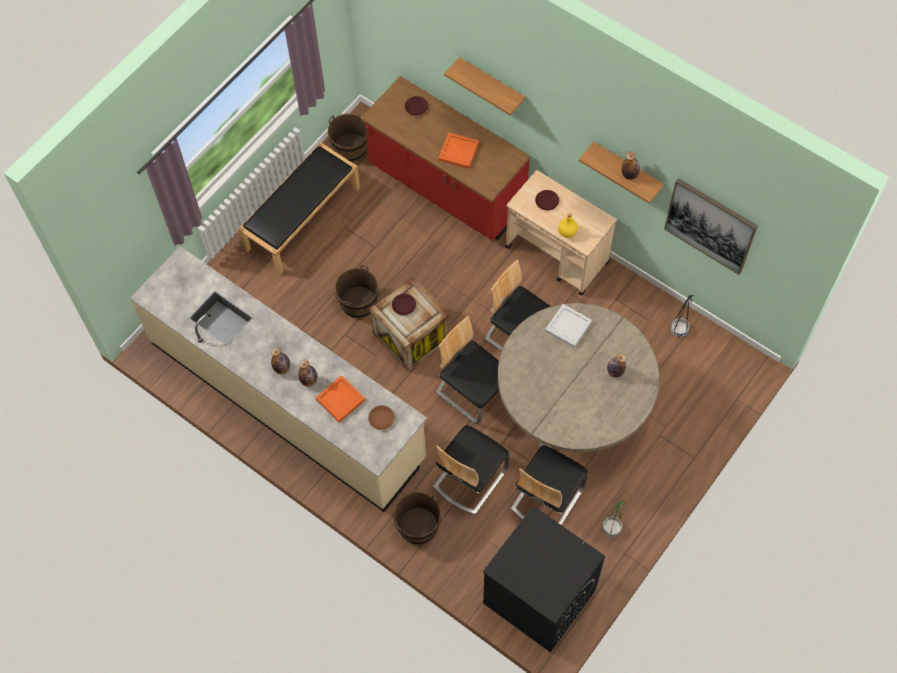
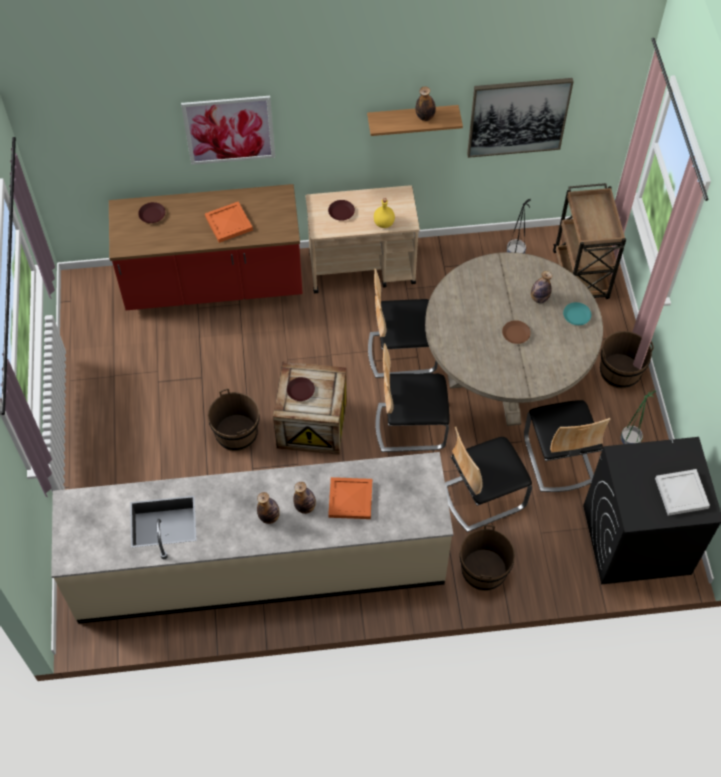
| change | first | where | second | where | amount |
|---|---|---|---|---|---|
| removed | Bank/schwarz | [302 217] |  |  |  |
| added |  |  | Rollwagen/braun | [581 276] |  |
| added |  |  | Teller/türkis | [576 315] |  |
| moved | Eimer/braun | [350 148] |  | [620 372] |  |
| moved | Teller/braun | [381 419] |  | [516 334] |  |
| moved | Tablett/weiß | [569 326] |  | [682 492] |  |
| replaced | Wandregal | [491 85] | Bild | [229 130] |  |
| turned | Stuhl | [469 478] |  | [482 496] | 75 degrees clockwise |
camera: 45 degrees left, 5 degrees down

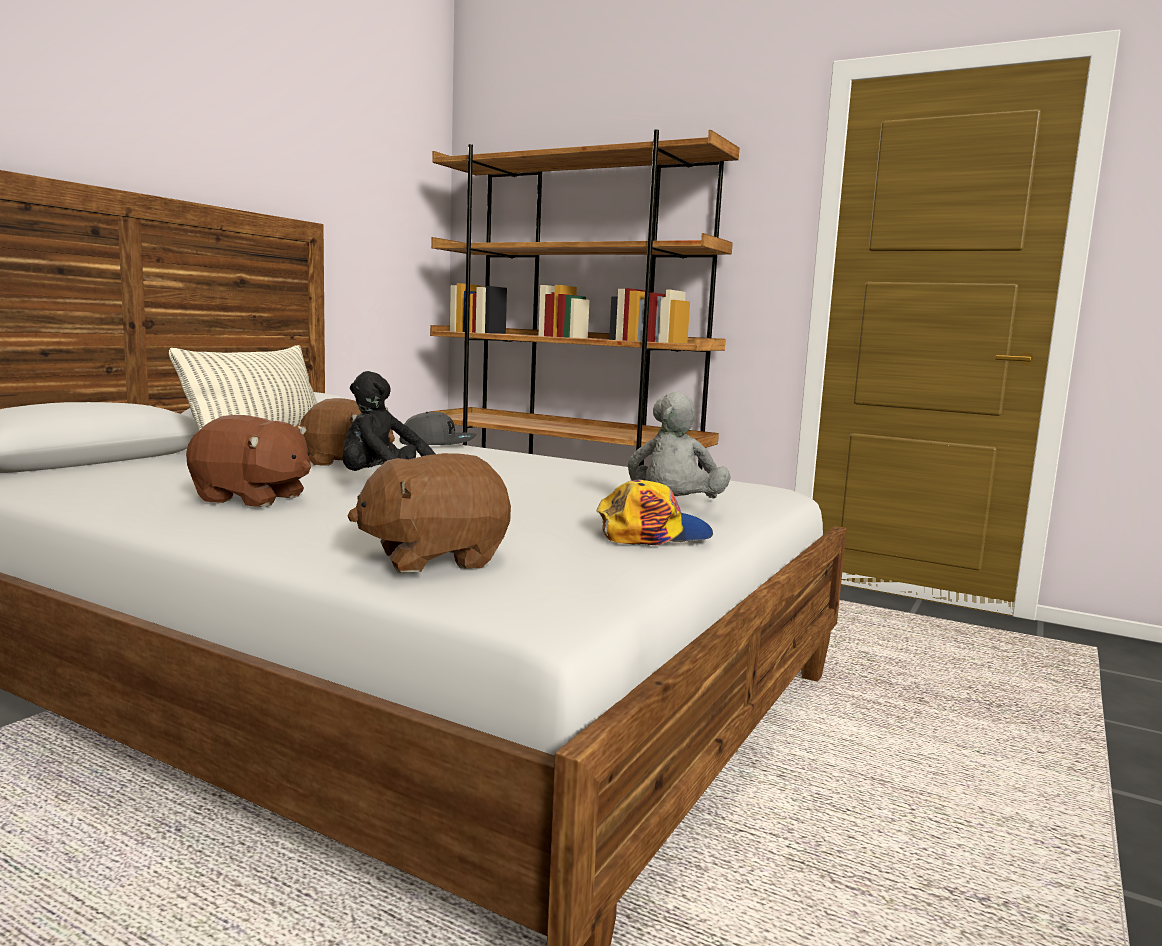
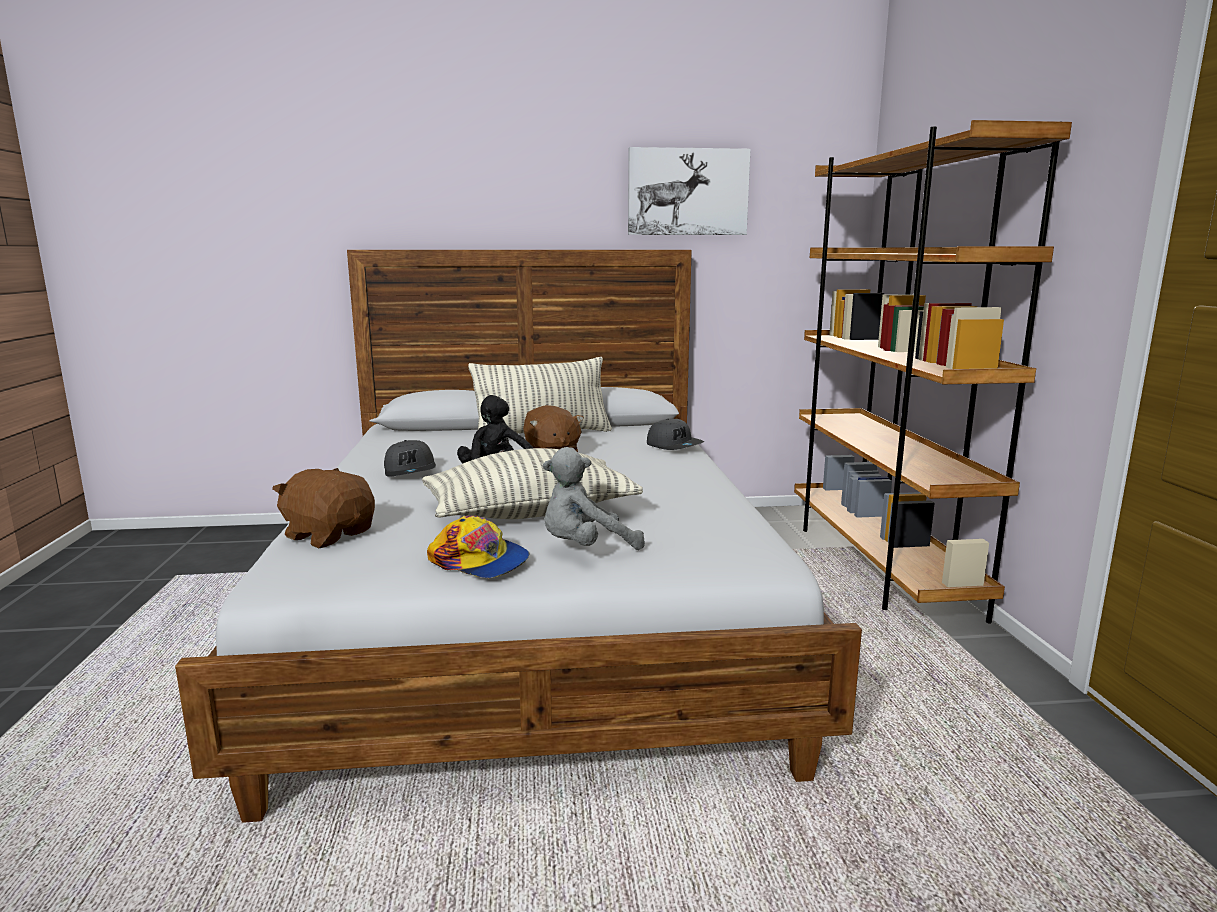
| change | first | where | second | where | amount |
|---|---|---|---|---|---|
| added |  |  | Kissen | [530 513] |  |
| added |  |  | Bild | [687 192] |  |
| replaced | Plüschtier/braun | [252 498] | Kappe/grau | [411 471] |  |
camera: 55 degrees right, 5 degrees up

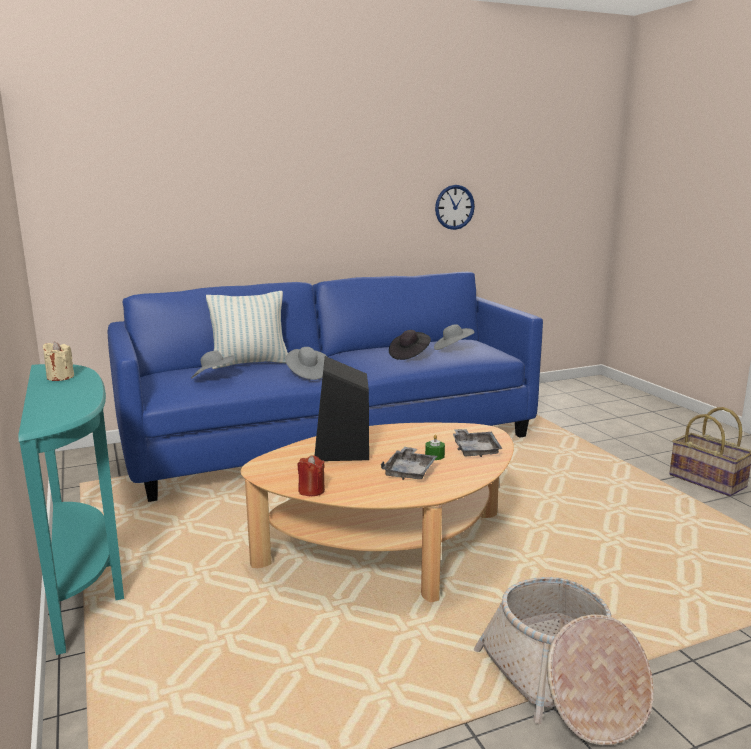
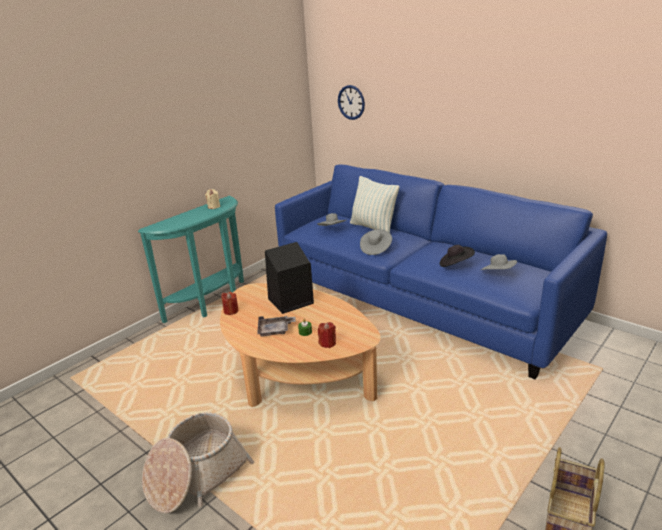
| change | first | where | second | where | amount |
|---|---|---|---|---|---|
| moved | Wanduhr | [454 207] |  | [351 102] |  |
| replaced | Tablett/grau | [475 450] | Kerze/rot | [327 343] |  |
camera: 65 degrees right, 10 degrees up

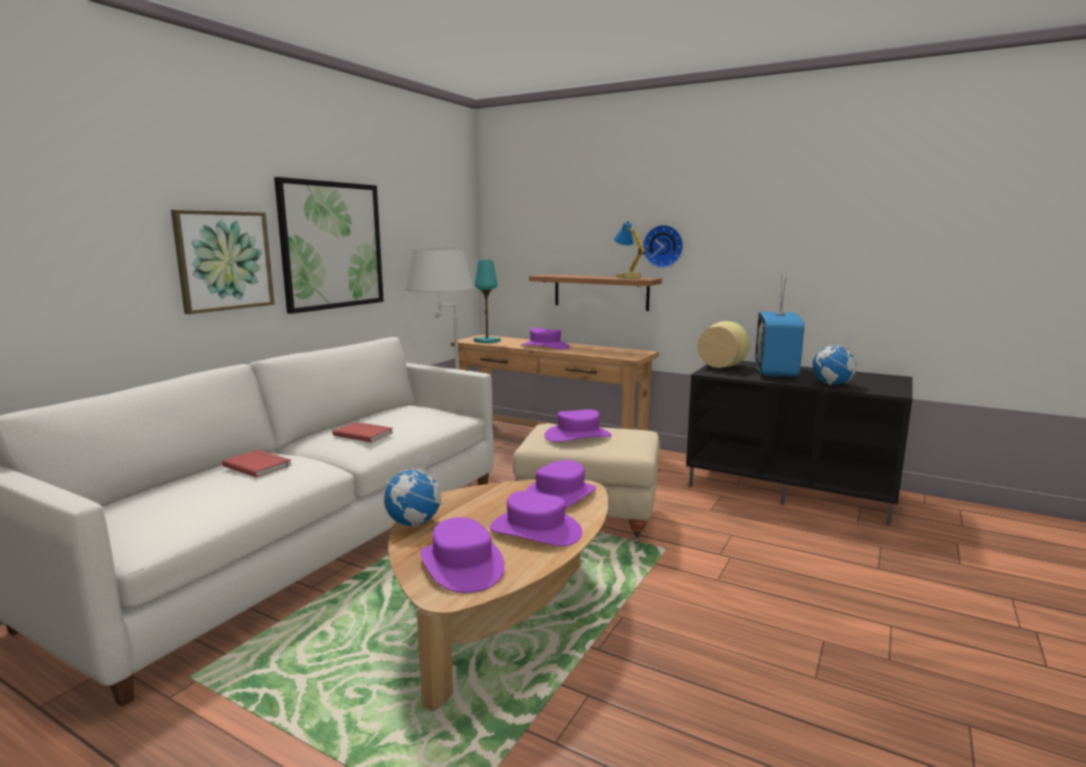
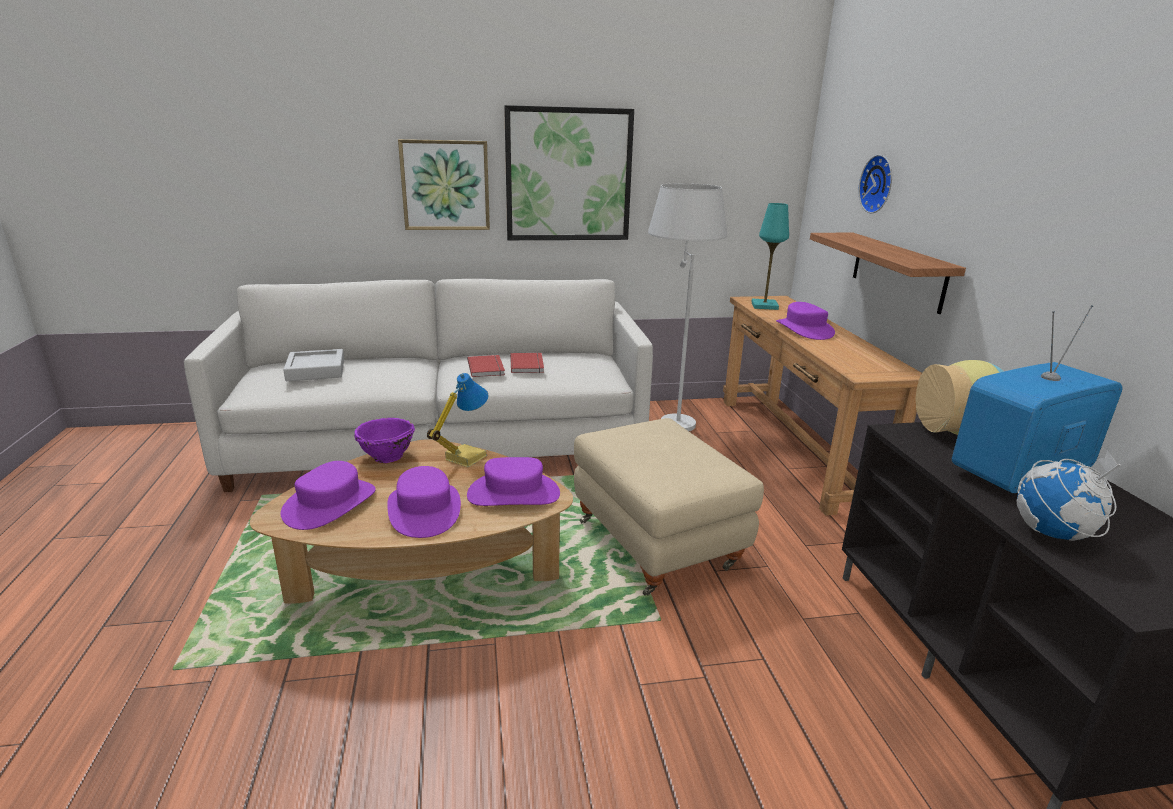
| change | first | where | second | where | amount |
|---|---|---|---|---|---|
| removed | Hut/lila | [578 436] |  |  |  |
| added |  |  | Tablett/grau | [316 370] |  |
| moved | Buch/rot | [259 465] |  | [528 364] |  |
| moved | Tischlampe | [627 278] |  | [464 457] |  |
| moved | Wanduhr | [663 246] |  | [879 184] |  |
| replaced | Globus | [415 523] | Schüssel/lila | [386 457] |  |
camera: 50 degrees right, 10 degrees up

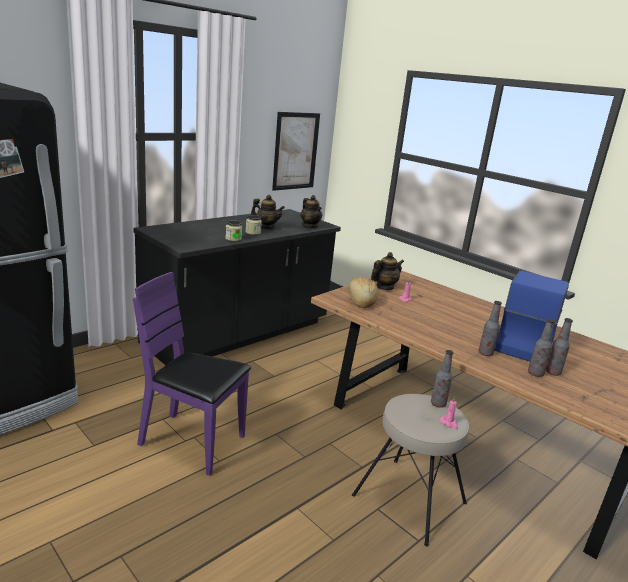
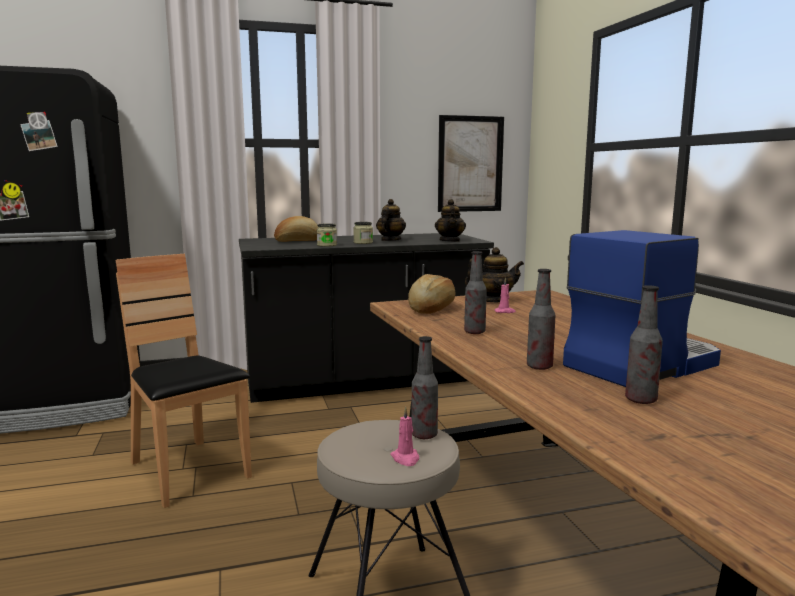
| change | first | where | second | where | amount |
|---|---|---|---|---|---|
| added |  |  | Brot | [298 241] |  |
| moved | Flasche | [535 374] |  | [474 332] |  |
| recoloured | Stuhl/lila | [192 442] | Stuhl/braun | [188 471] |  |
| turned | Teekanne | [266 227] |  | [390 240] | 120 degrees counterclockwise |
camera: 30 degrees right, 10 degrees down

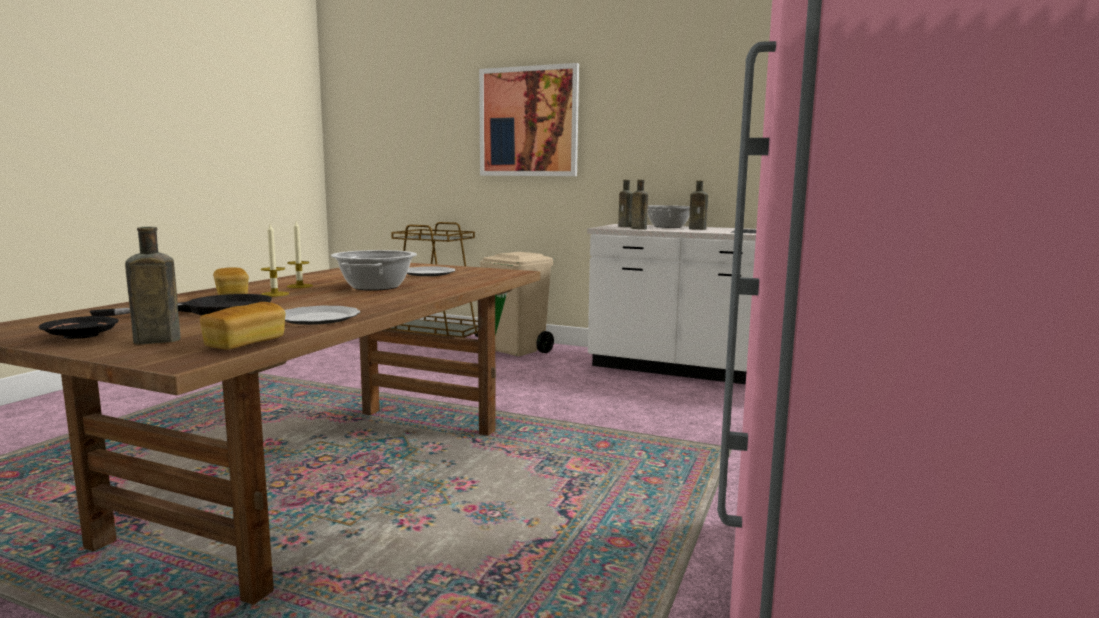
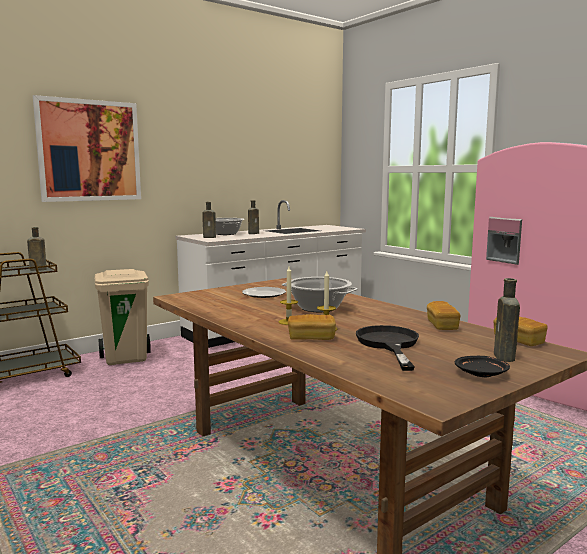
| change | first | where | second | where | amount |
|---|---|---|---|---|---|
| moved | Flasche/braun | [637 228] |  | [37 269] |  |
| replaced | Teller | [317 318] | Brot | [442 326] |  |
camera: 60 degrees left, 0 degrees up

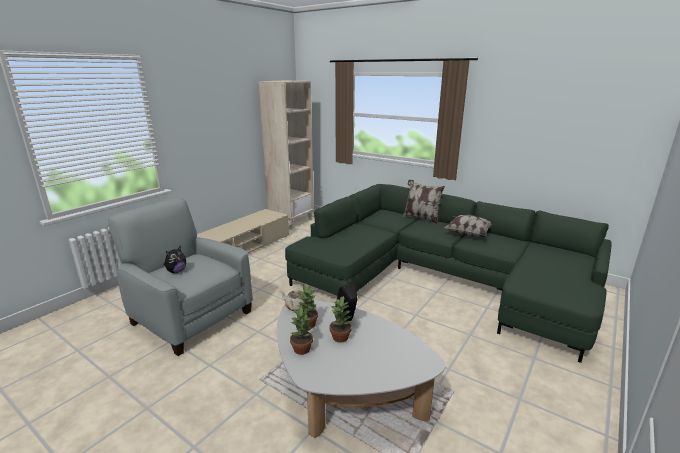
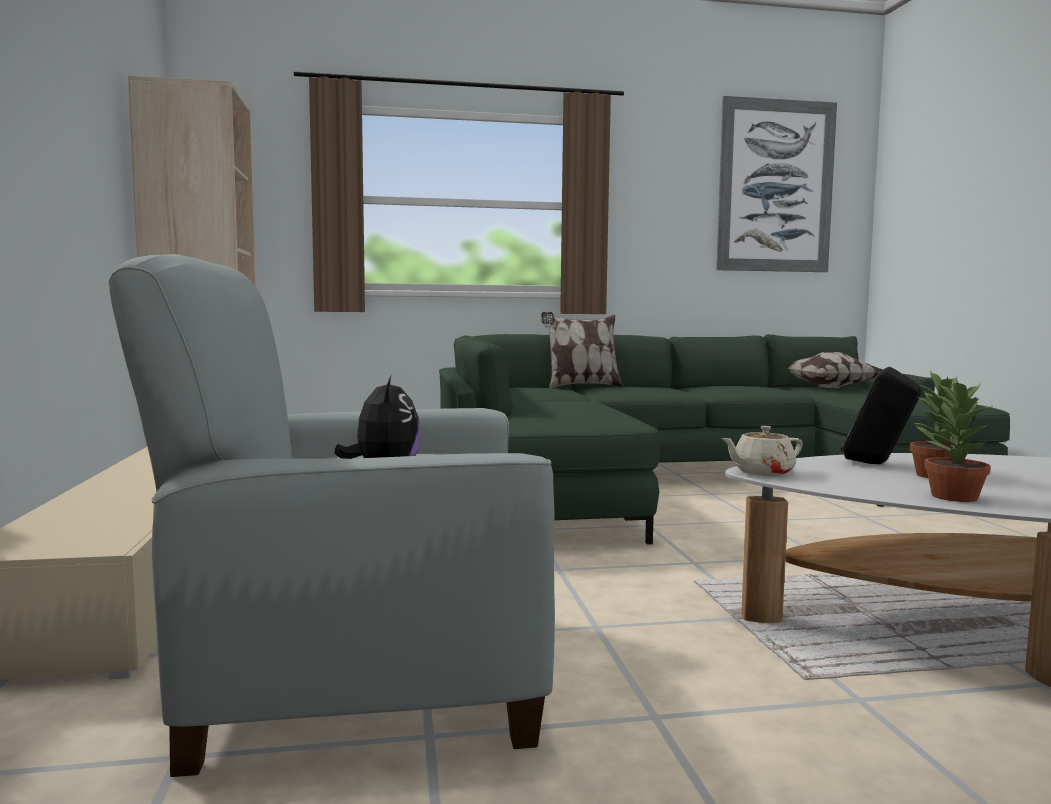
| change | first | where | second | where | amount |
|---|---|---|---|---|---|
| removed | Topfpflanze | [308 324] |  |  |  |
| added |  |  | Bild | [775 186] |  |
| moved | Kissen | [468 234] |  | [827 388] |  |
camera: 45 degrees left, 15 degrees down

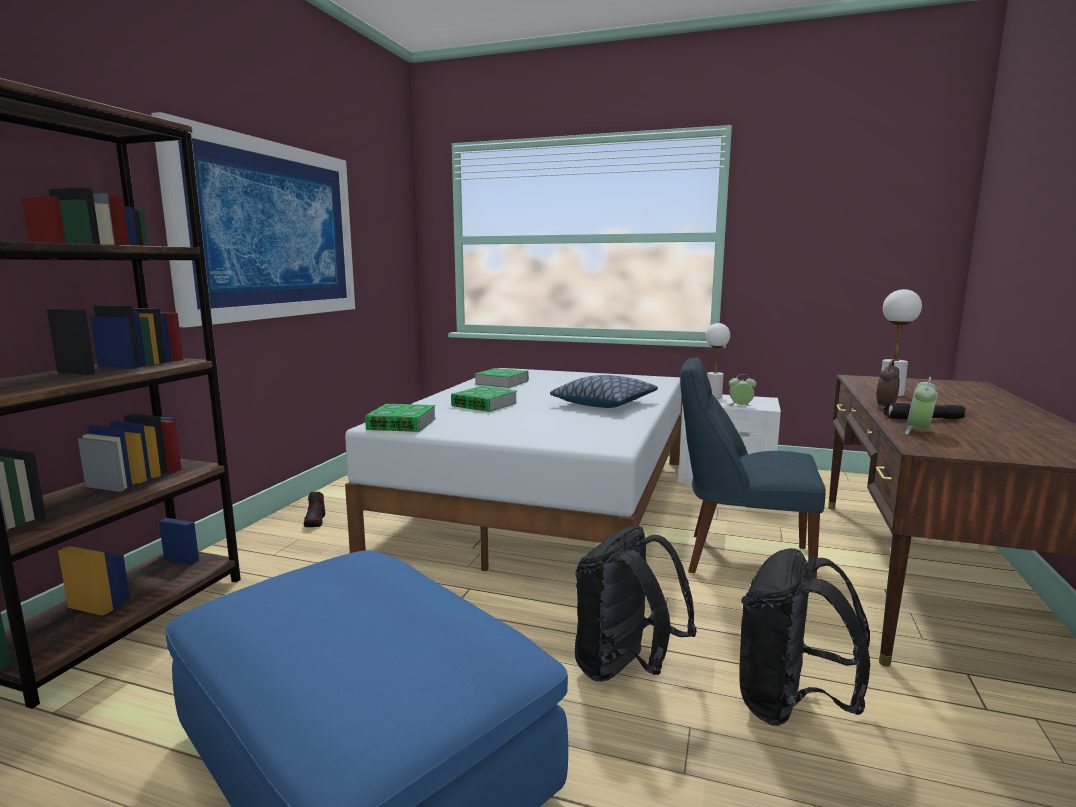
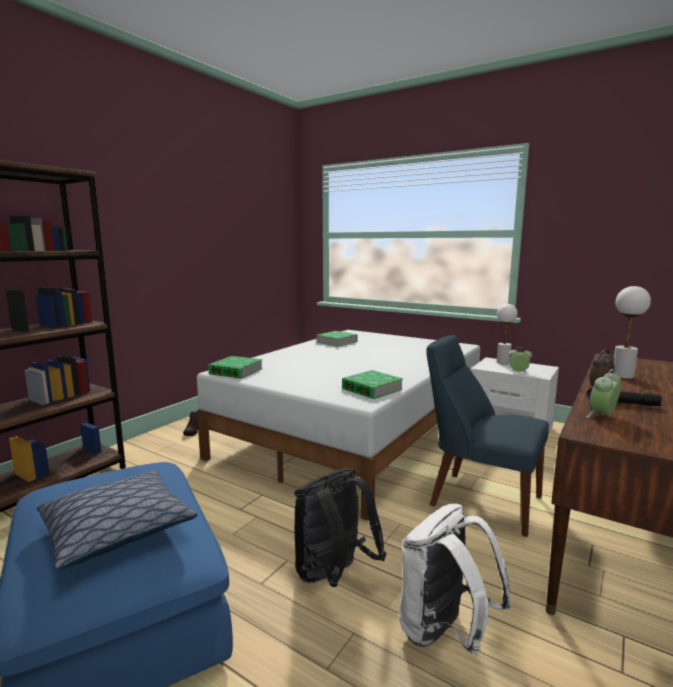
| change | first | where | second | where | amount |
|---|---|---|---|---|---|
| removed | Bild | [270 231] |  |  |  |
| moved | Buch | [484 404] |  | [372 389] |  |
| moved | Kissen | [603 403] |  | [117 529] |  |
| recoloured | Rucksack/schwarz | [790 706] | Rucksack/weiß | [444 632] |  |
camera: 15 degrees right, 0 degrees up

